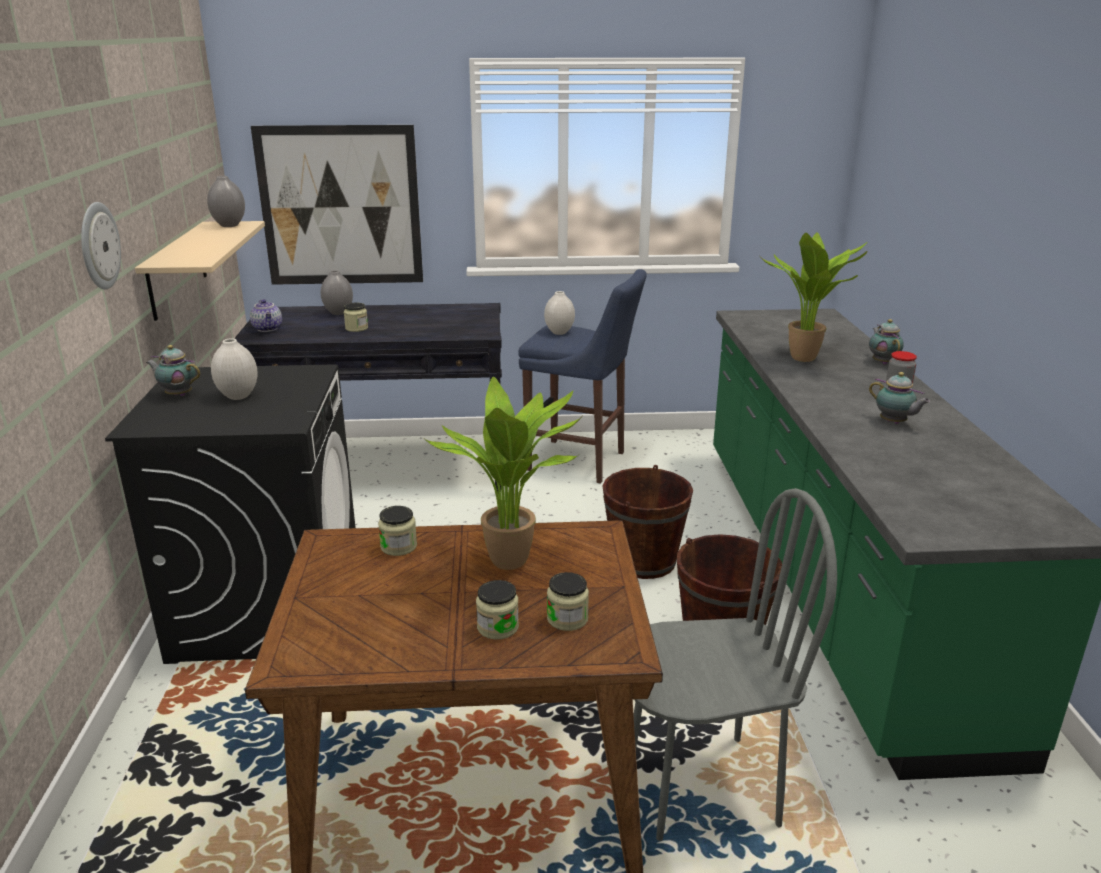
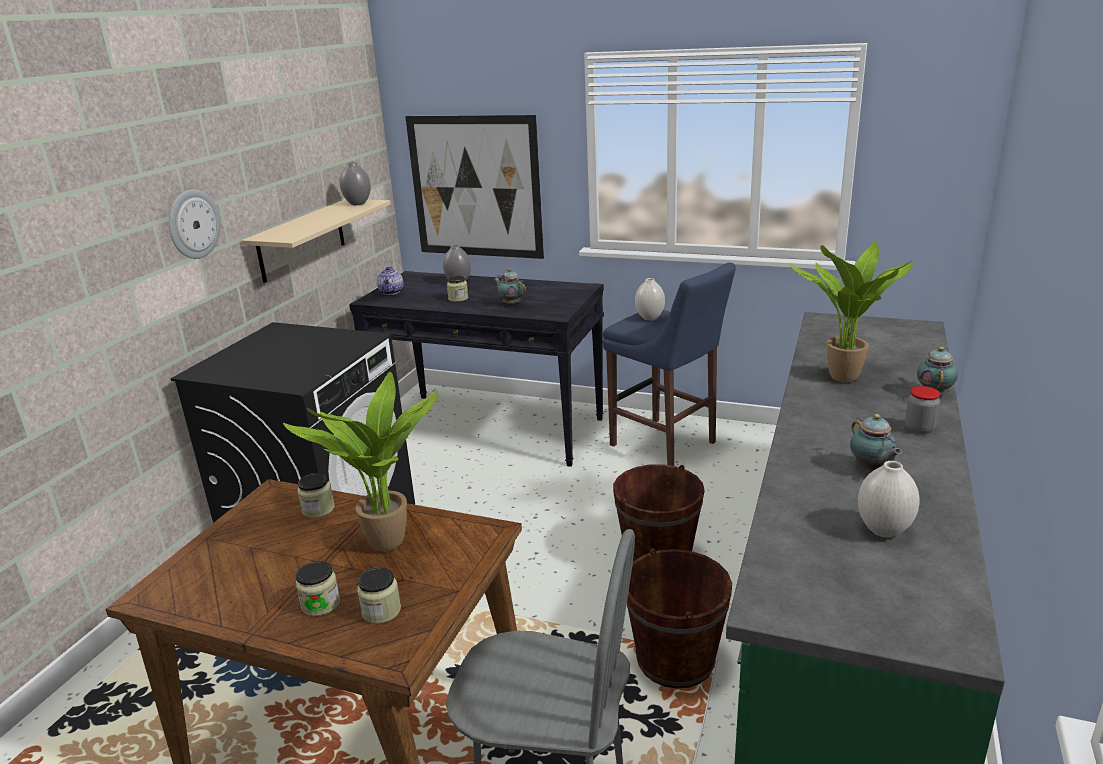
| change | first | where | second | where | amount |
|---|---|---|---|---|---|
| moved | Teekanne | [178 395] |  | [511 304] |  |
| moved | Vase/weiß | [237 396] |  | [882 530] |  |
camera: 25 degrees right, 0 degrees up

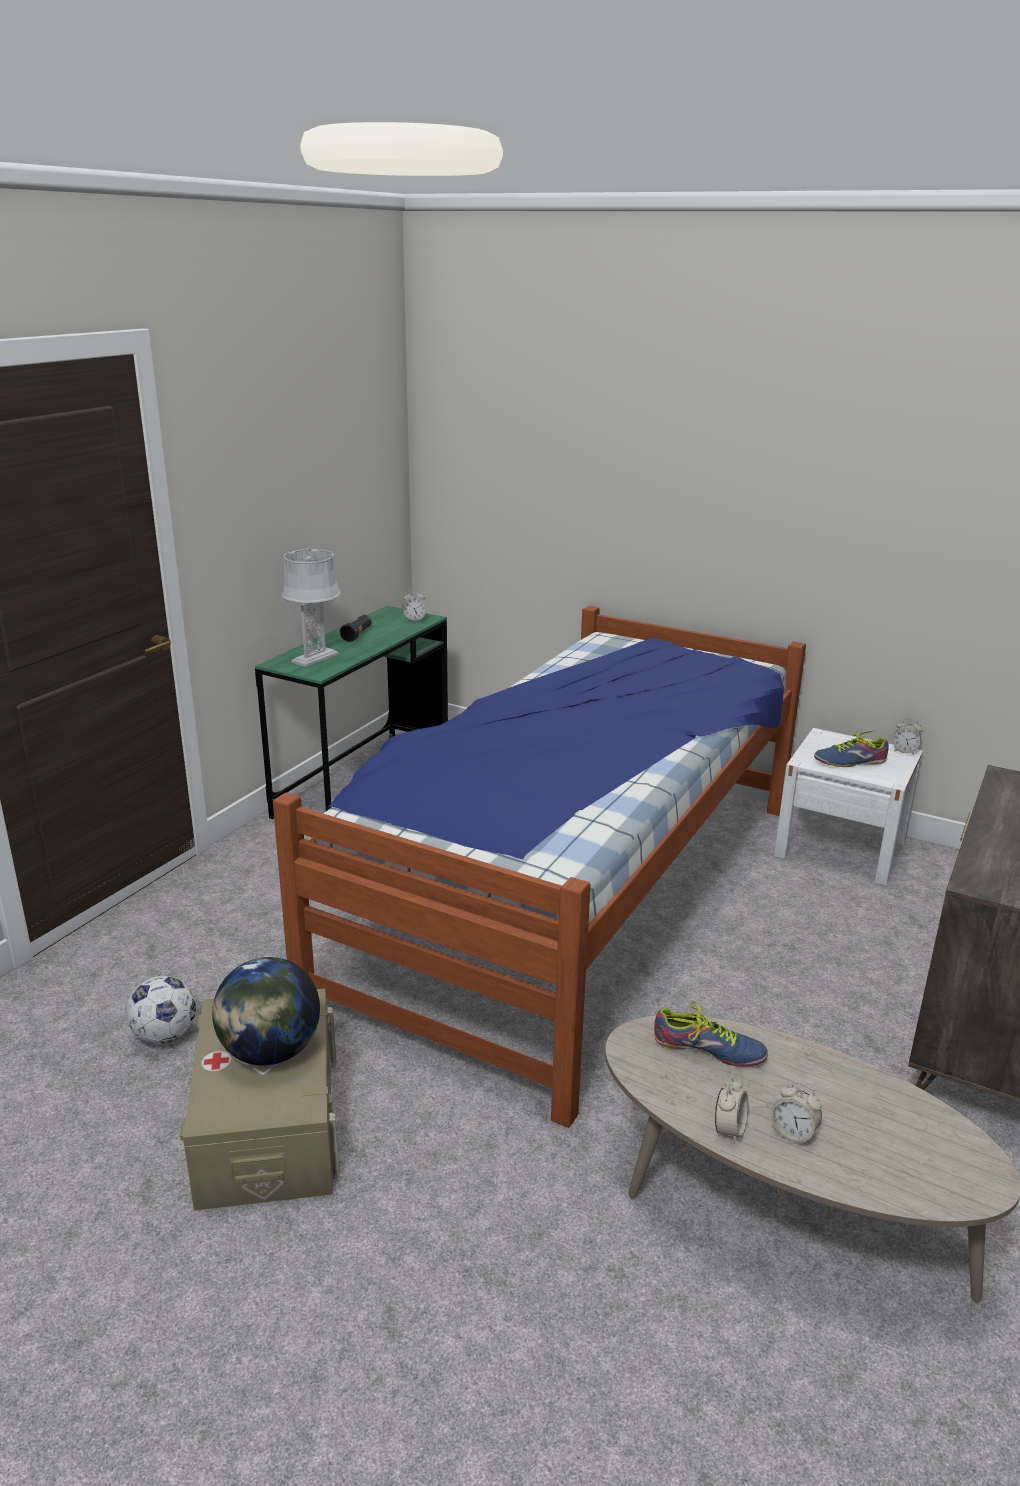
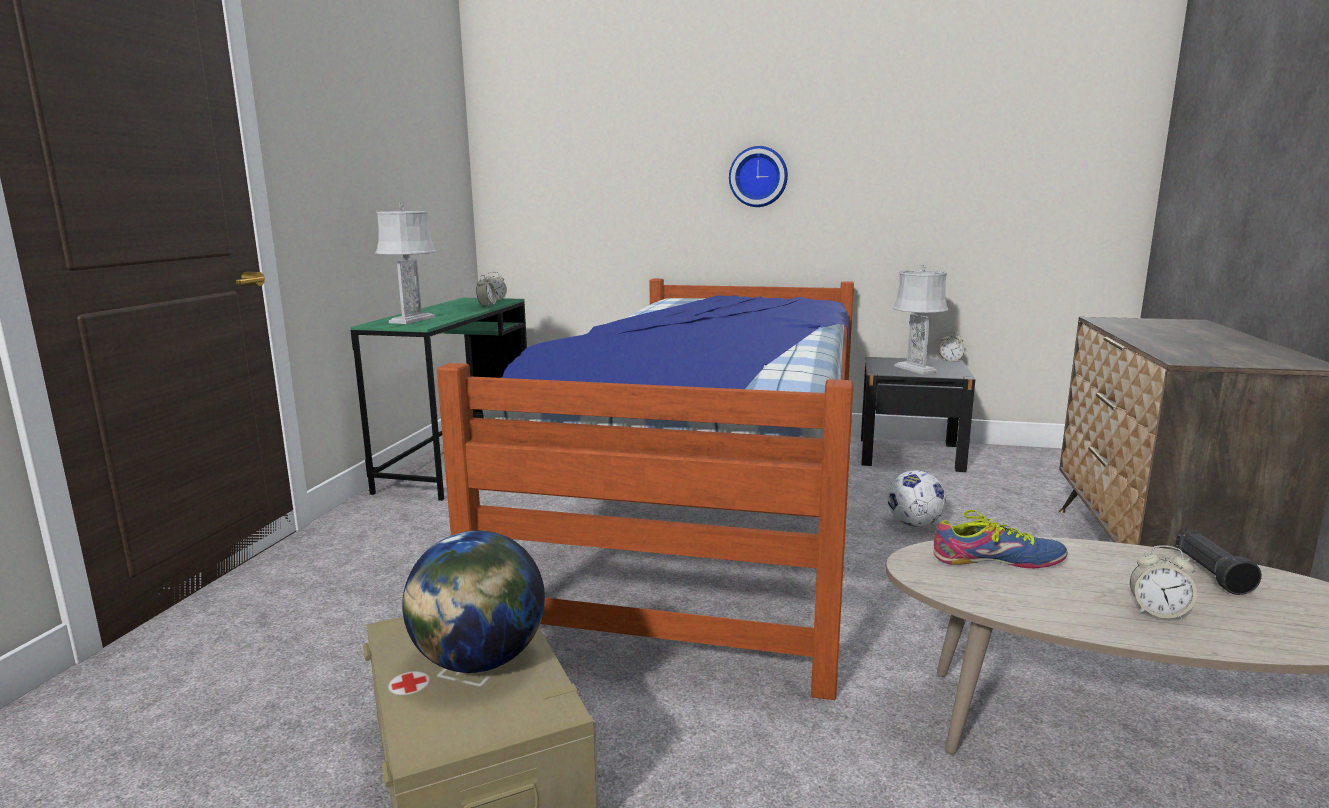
| change | first | where | second | where | amount |
|---|---|---|---|---|---|
| added |  |  | Wanduhr | [758 177] |  |
| moved | Fußball | [165 1036] |  | [914 524] |  |
| moved | Taschenlampe/schwarz | [357 635] |  | [1211 574] |  |
| moved | Wecker | [729 1130] |  | [487 305] |  |
| replaced | Schuh | [850 762] | Tischlampe/grau | [916 369] |  |
| recoloured | Nachttisch/weiß | [840 848] | Nachttisch/schwarz | [910 454] |  |
camera: 15 degrees left, 10 degrees down

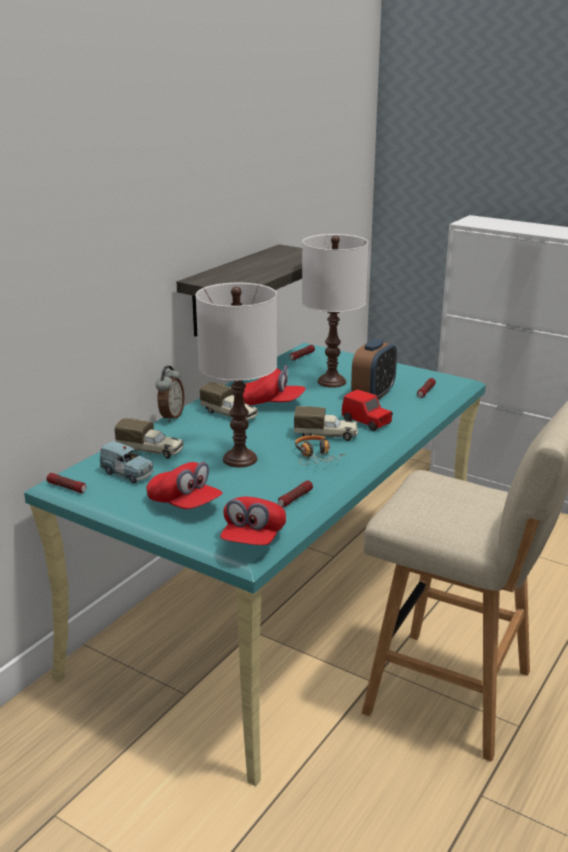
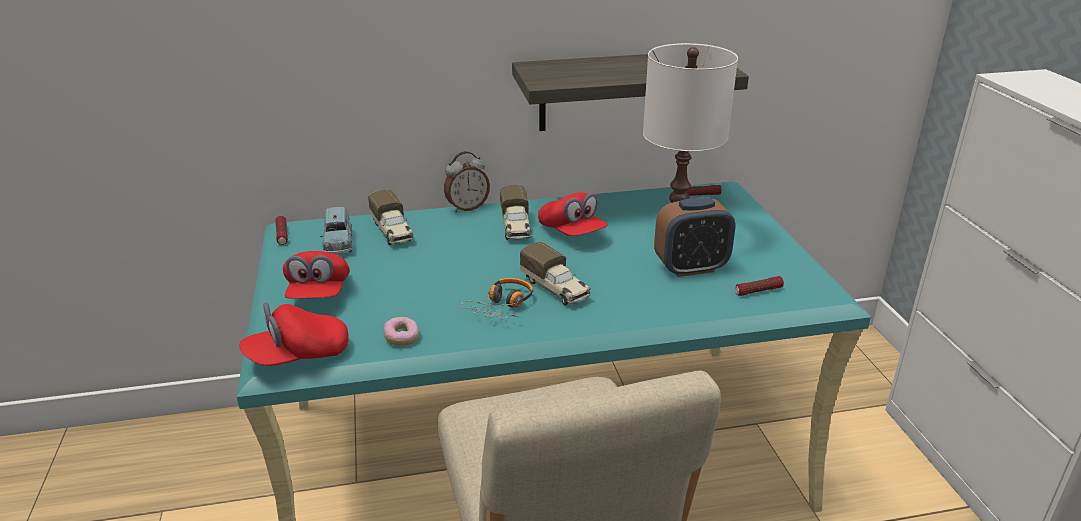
| change | first | where | second | where | amount |
|---|---|---|---|---|---|
| removed | Tischlampe/weiß | [240 459] |  |  |  |
| removed | Spielzeugauto/rot | [366 422] |  |  |  |
| replaced | Taschenlampe | [295 499] | Donut | [402 338] |  |
camera: 45 degrees right, 5 degrees up

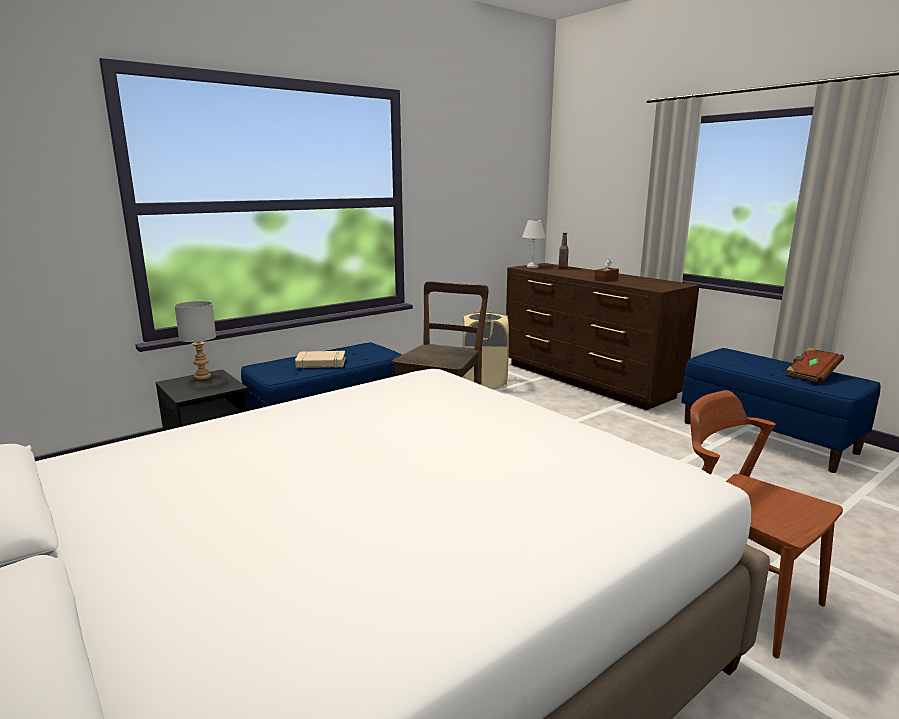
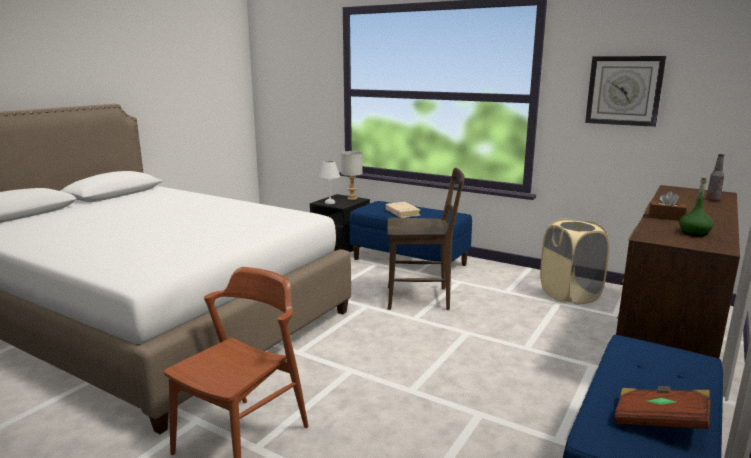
| change | first | where | second | where | amount |
|---|---|---|---|---|---|
| added |  |  | Wanduhr | [624 90] |  |
| added |  |  | Flasche/grün | [694 233] |  |
| moved | Tischlampe/weiß | [532 267] |  | [329 202] |  |
camera: 70 degrees right, 0 degrees up

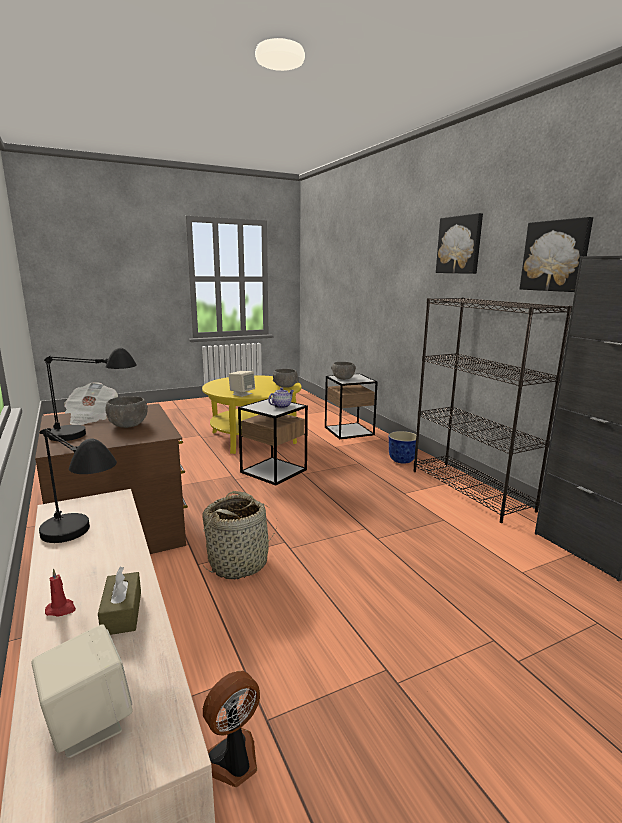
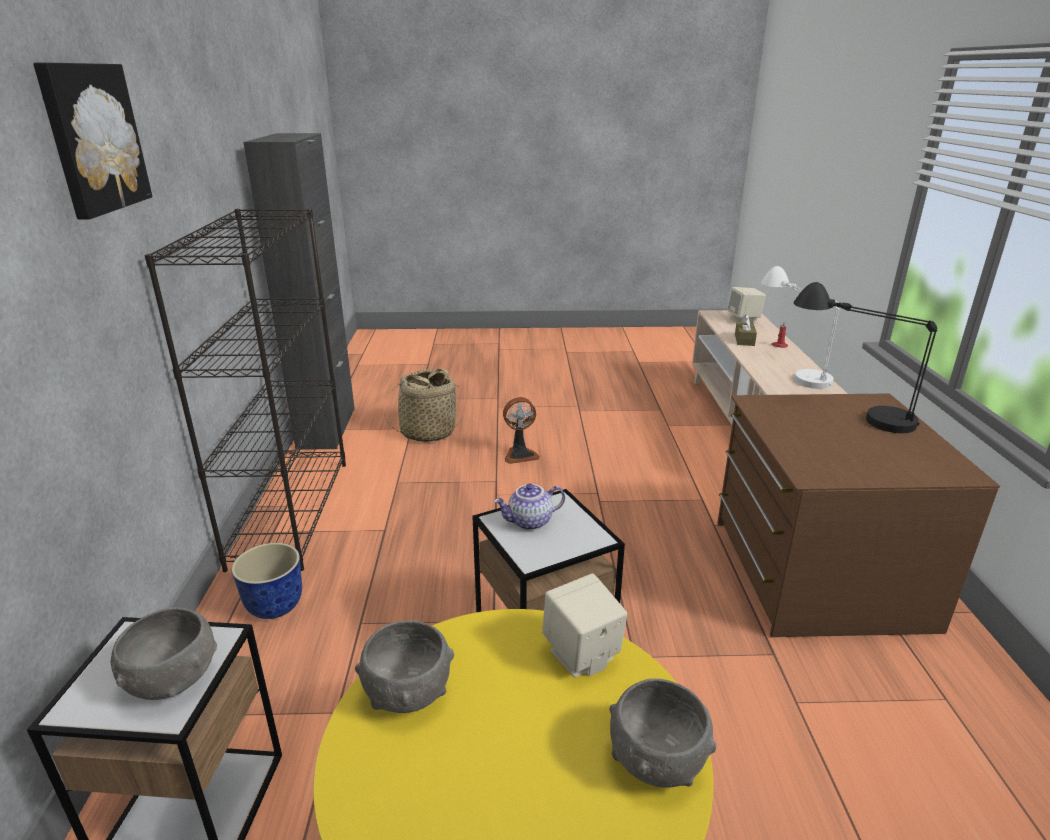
| change | first | where | second | where | amount |
|---|---|---|---|---|---|
| removed | Zeitung | [91 417] |  |  |  |
| removed | Bild | [556 256] |  |  |  |
| moved | Schüssel/grau | [128 425] |  | [657 759] |  |
| moved | Korb | [239 563] |  | [427 432] |  |
| moved | Ventilator | [233 761] |  | [520 455] |  |
| recoloured | Tischlampe/schwarz | [81 546] | Tischlampe/weiß | [790 370] |  |
camera: 155 degrees left, 10 degrees up

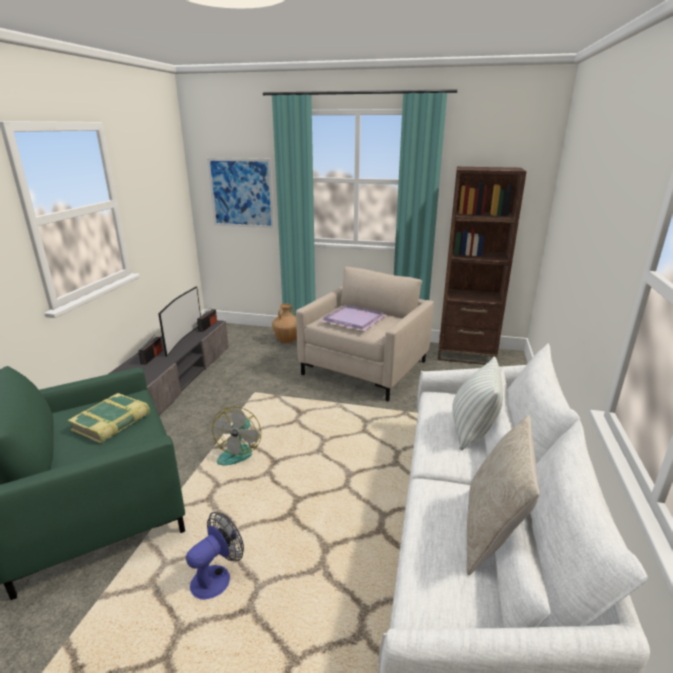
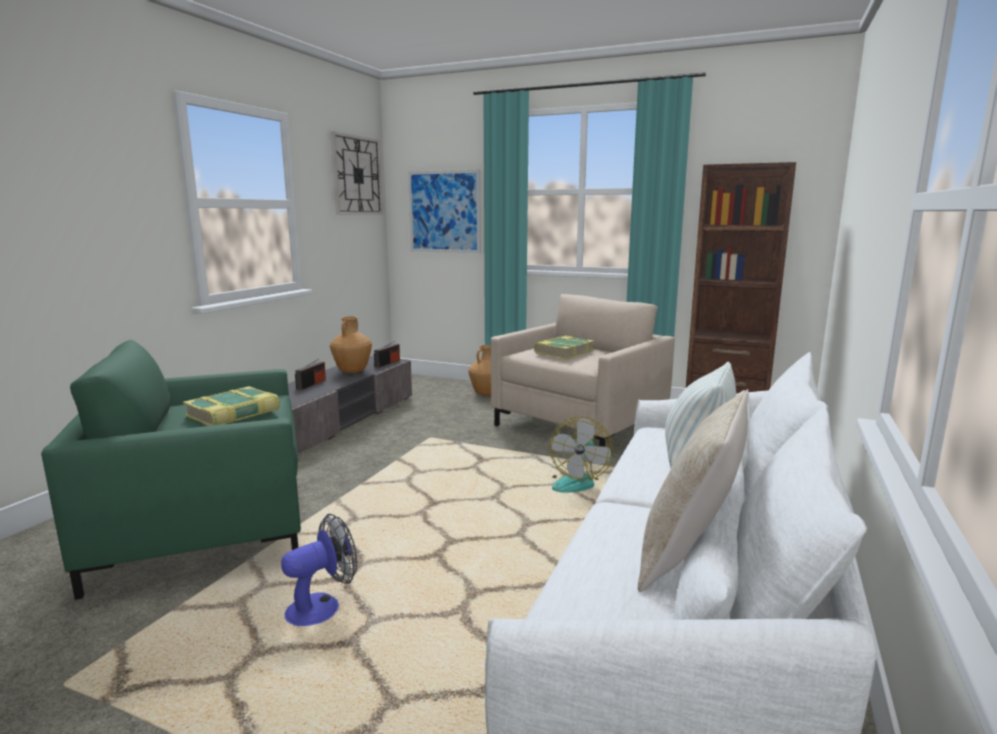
| change | first | where | second | where | amount |
|---|---|---|---|---|---|
| added |  |  | Wanduhr | [357 175] |  |
| moved | Ventilator | [238 451] |  | [576 481] |  |
| replaced | Fernseher | [182 339] | Vase/braun | [352 371] |  |
| replaced | Tablett/lila | [353 319] | Buch | [563 352] |  |
camera: 10 degrees right, 10 degrees down

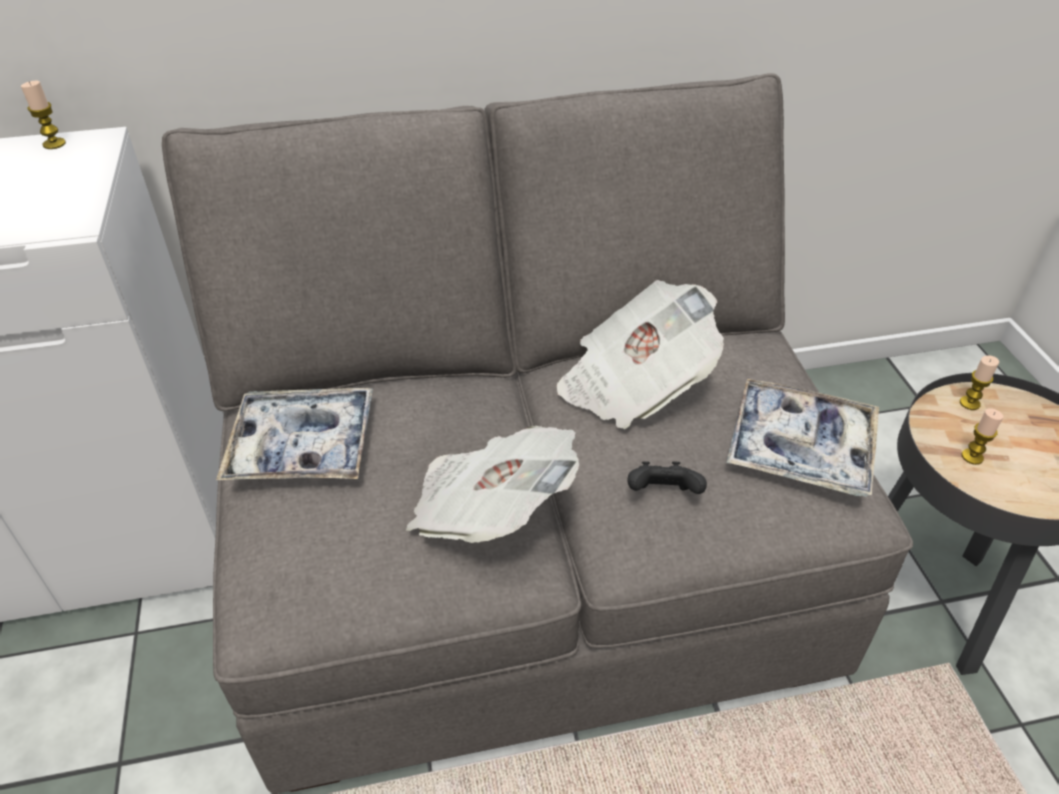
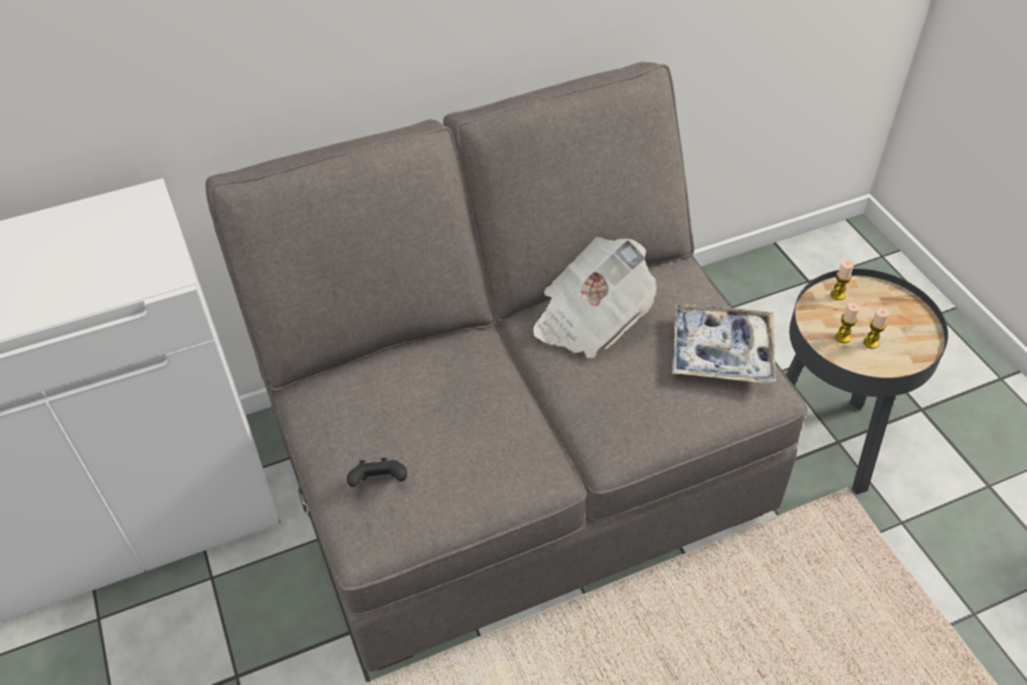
| change | first | where | second | where | amount |
|---|---|---|---|---|---|
| removed | Tablett | [302 446] |  |  |  |
| removed | Zeitung | [490 510] |  |  |  |
| moved | Kerze | [54 144] |  | [871 343] |  |
| moved | Gamepad/schwarz | [662 494] |  | [379 482] |  |
camera: 10 degrees left, 5 degrees up

